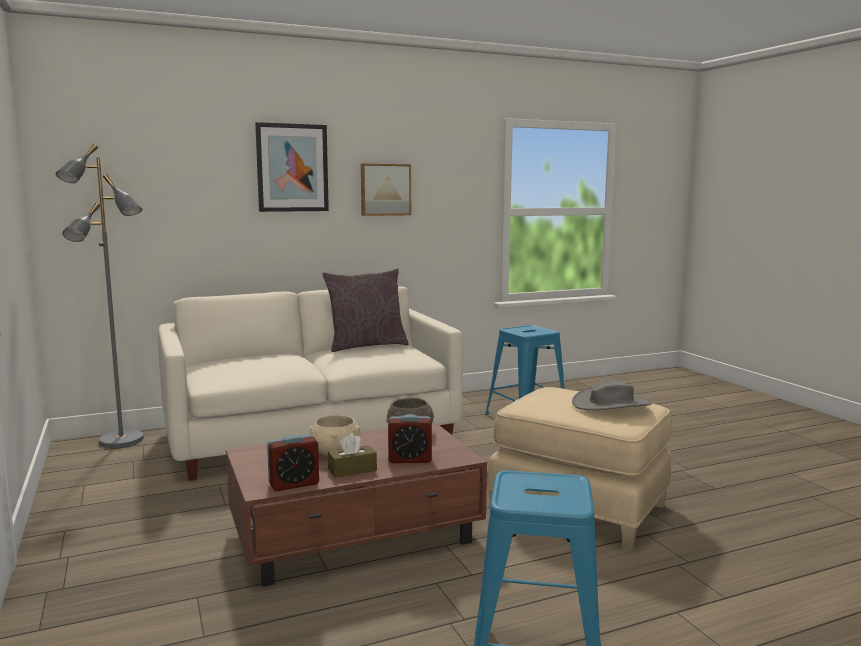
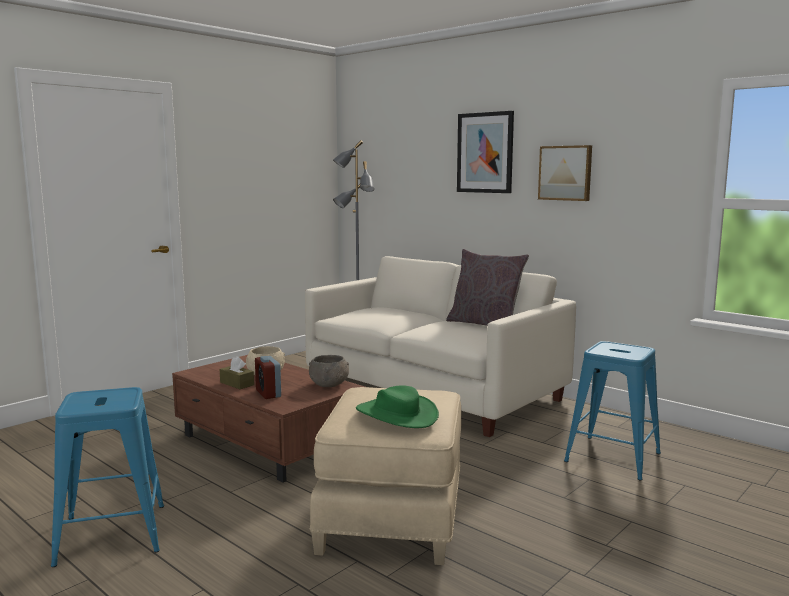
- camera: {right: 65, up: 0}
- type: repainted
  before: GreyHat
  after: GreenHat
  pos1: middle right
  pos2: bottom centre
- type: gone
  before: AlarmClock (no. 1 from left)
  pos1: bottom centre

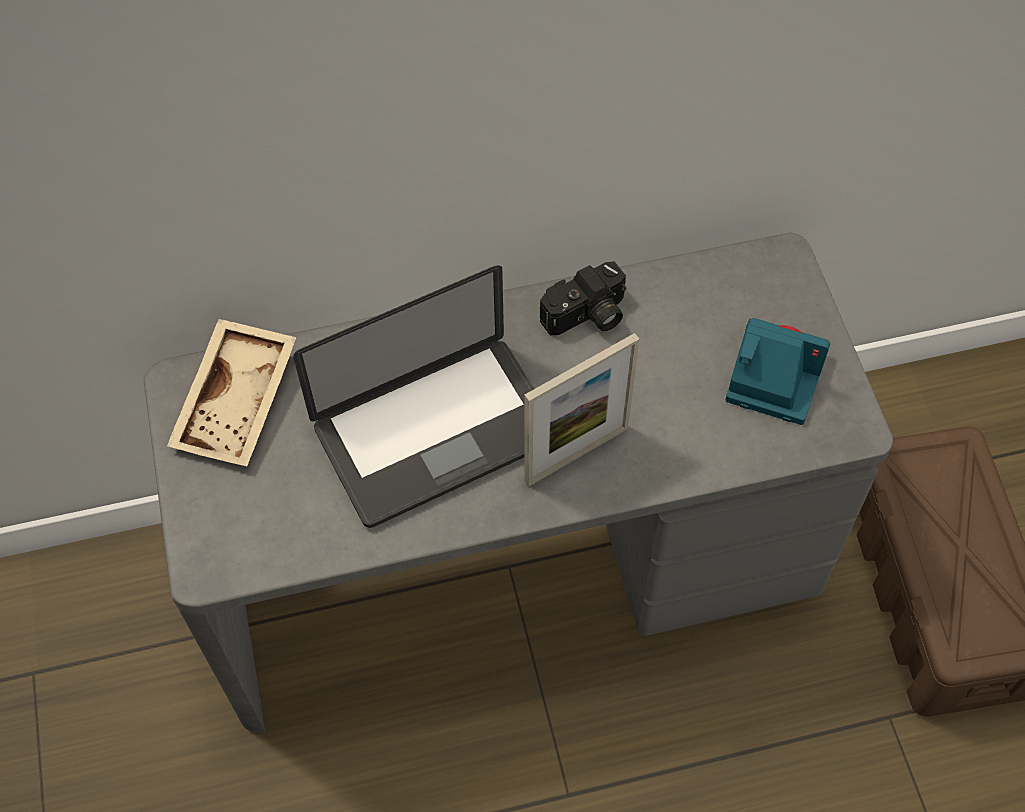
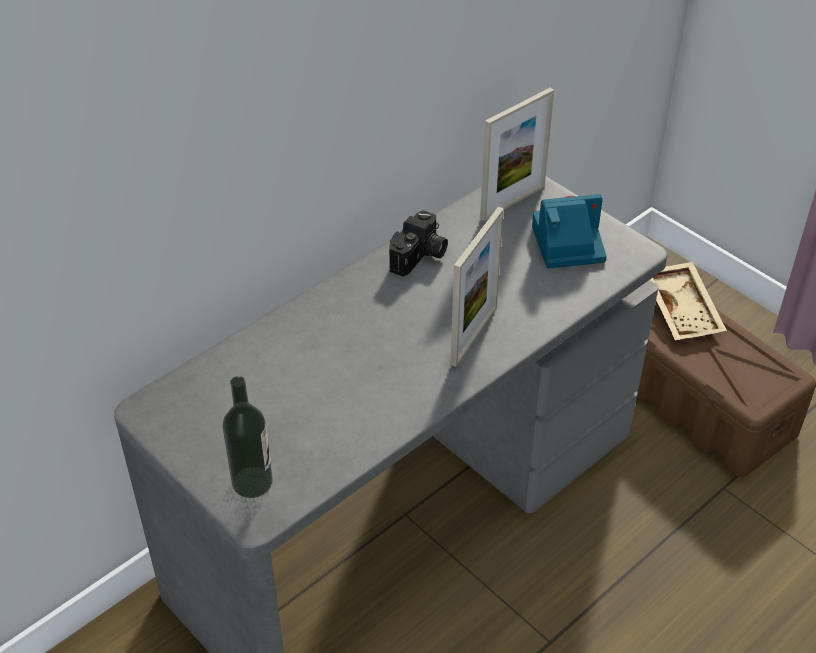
- camera: {right: -30, up: -15}
- type: gone
  before: Laptop
  pos1: centre
- type: shifted
  before: BeigeTray
  pos1: middle left
  pos2: middle right
- type: new
  after: PictureFrame (no. 2 from left)
  pos2: top centre
- type: new
  after: Bottle
  pos2: bottom left

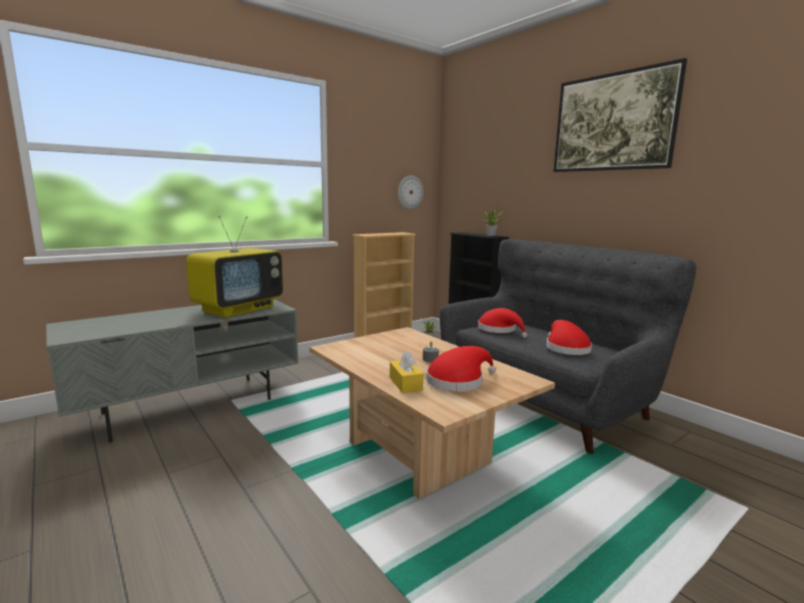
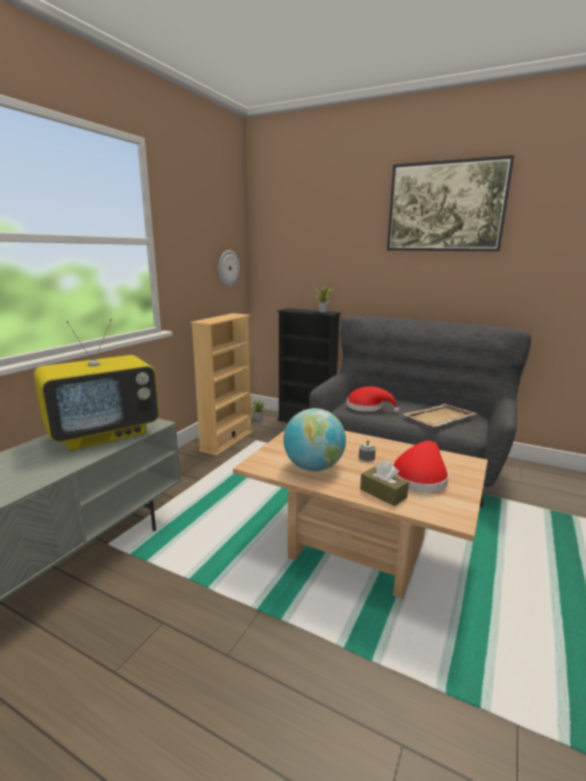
- camera: {right: -25, up: 5}
- type: rotated
  before: Television
  pos1: middle left
  pos2: middle left
  turn: 45
- type: swapped
  before: RedHat (no. 3 from left)
  after: BeigeTray
  pos1: middle right
  pos2: middle right
- type: repainted
  before: YellowTissueBox
  after: BrownTissueBox
  pos1: centre
  pos2: centre
- type: new
  after: Globe
  pos2: centre

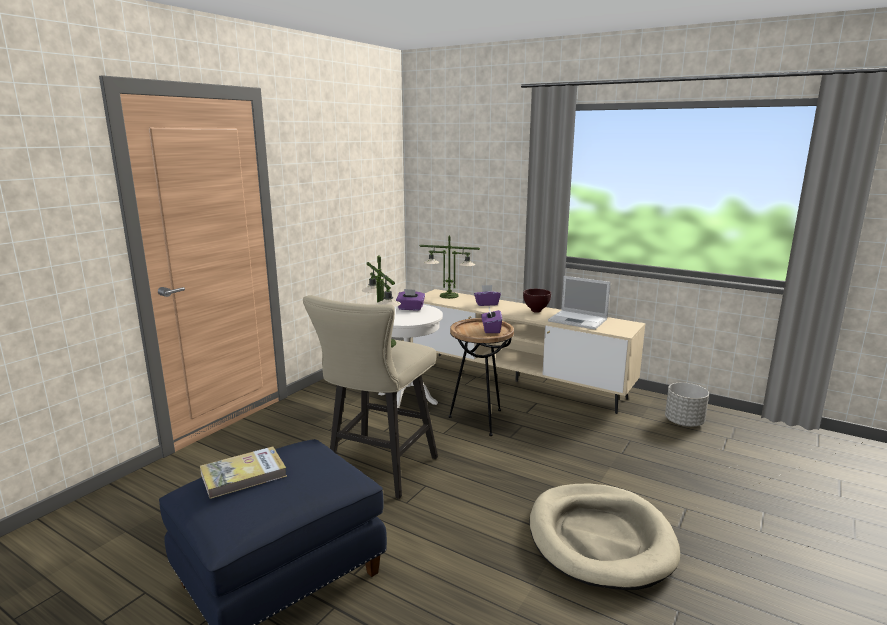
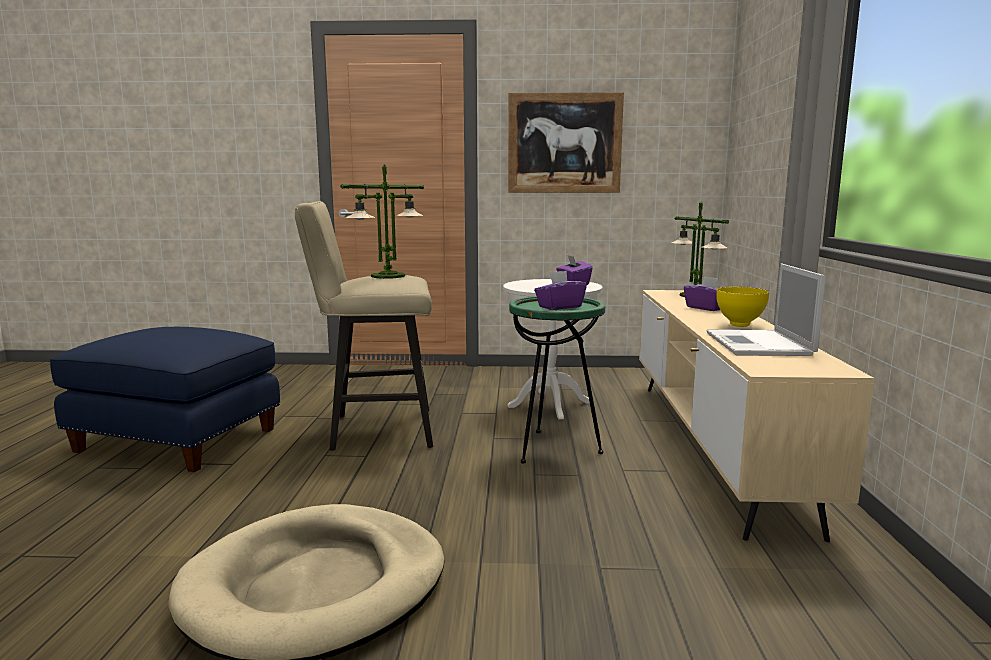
- camera: {right: 60, up: -5}
- type: repainted
  before: BrownBowl
  after: YellowBowl
  pos1: centre
  pos2: middle right
- type: repainted
  before: BrownSideTable
  after: GreenSideTable
  pos1: centre
  pos2: centre
- type: gone
  before: GreyPlanter
  pos1: middle right
- type: gone
  before: Book
  pos1: bottom left
- type: new
  after: Picture
  pos2: top centre

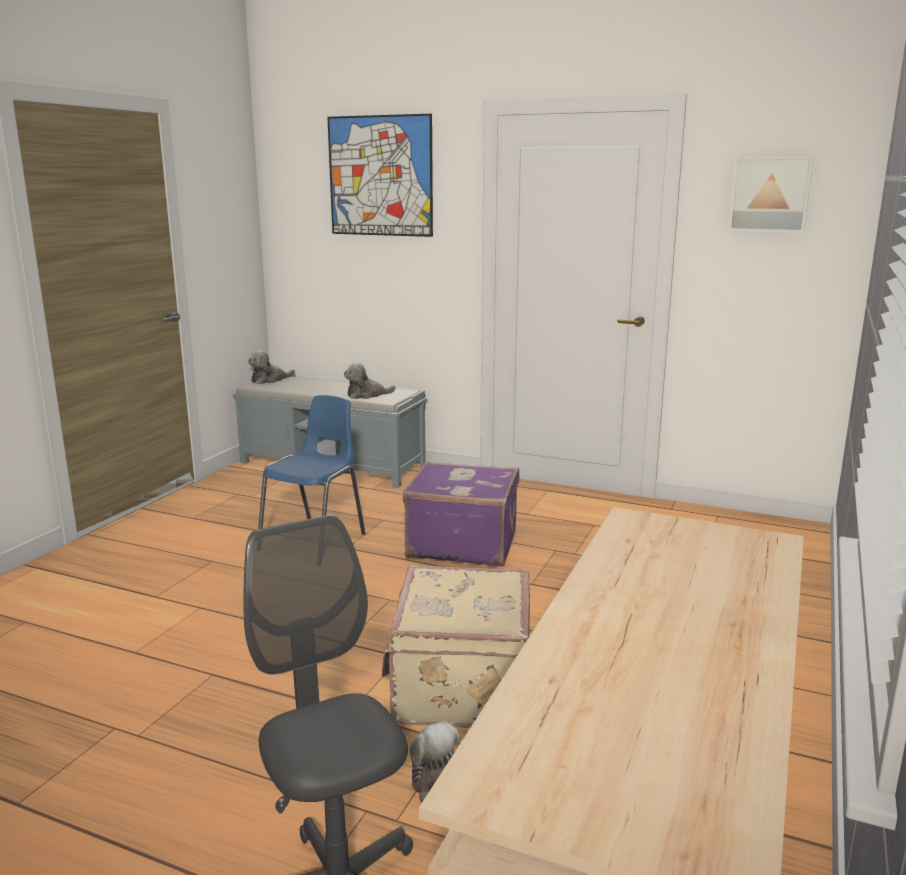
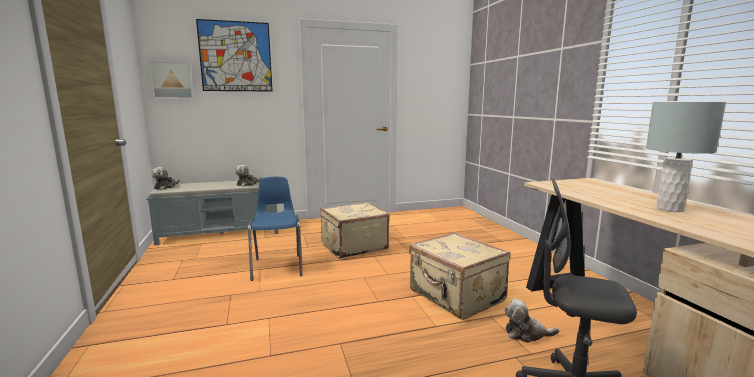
- camera: {right: -40, up: -5}
- type: shifted
  before: Picture (no. 2 from left in the first image)
  after: Picture (no. 1 from left)
  pos1: top right
  pos2: top left
- type: repainted
  before: PurpleSuitcase
  after: BeigeSuitcase (no. 1 from left)
  pos1: centre
  pos2: centre
- type: new
  after: GreyTableLamp
  pos2: middle right

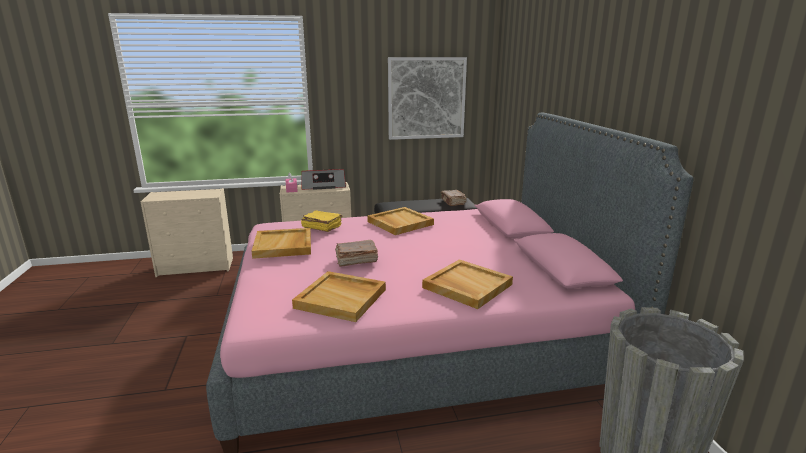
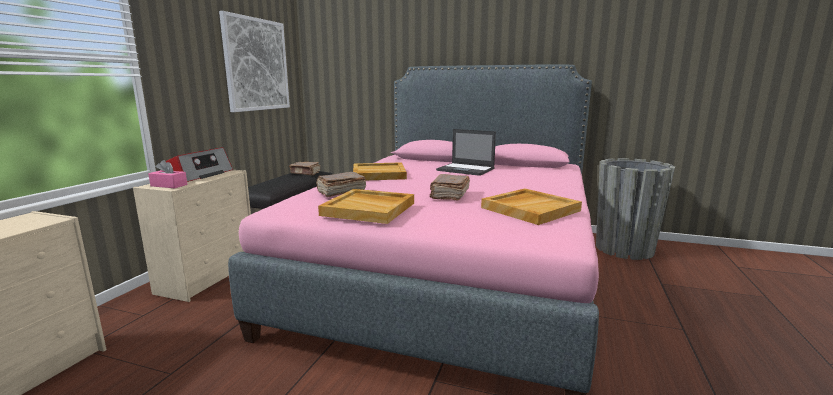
- camera: {right: -60, up: -5}
- type: repainted
  before: YellowBook
  after: BrownBook (no. 2 from left)
  pos1: centre
  pos2: centre
- type: gone
  before: BeigeTray (no. 4 from left)
  pos1: centre
- type: new
  after: Laptop
  pos2: centre

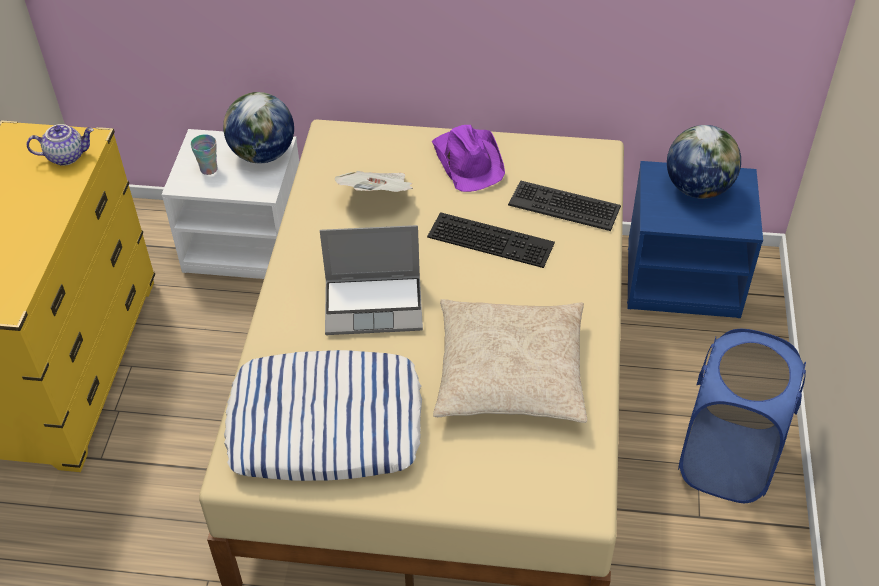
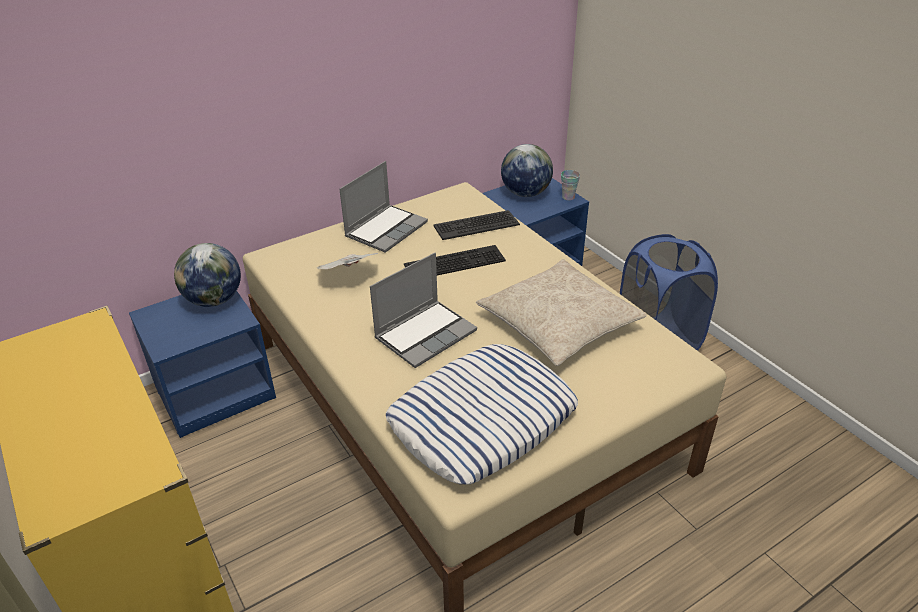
- camera: {right: -40, up: -10}
- type: gone
  before: Teapot
  pos1: top left
- type: swapped
  before: PurpleHat
  after: Laptop (no. 1 from left)
  pos1: top centre
  pos2: centre
- type: repainted
  before: WhiteNightstand
  after: BlueNightstand (no. 1 from left)
  pos1: middle left
  pos2: middle left
- type: shifted
  before: Cup
  pos1: top left
  pos2: top centre

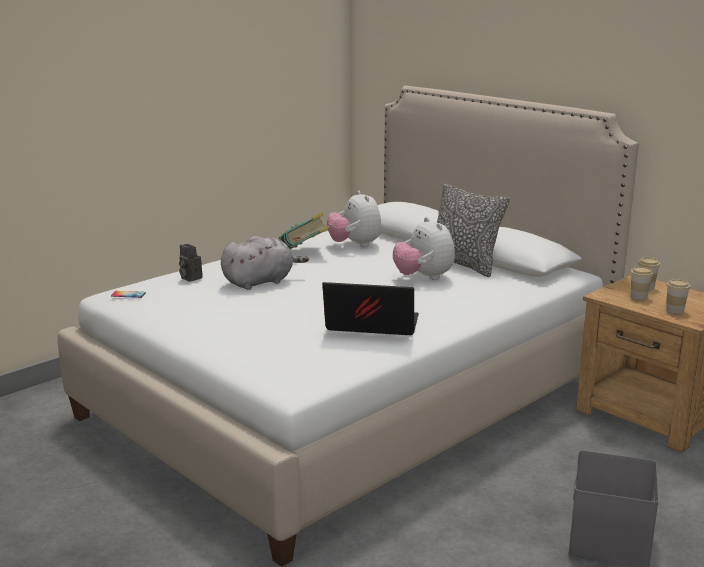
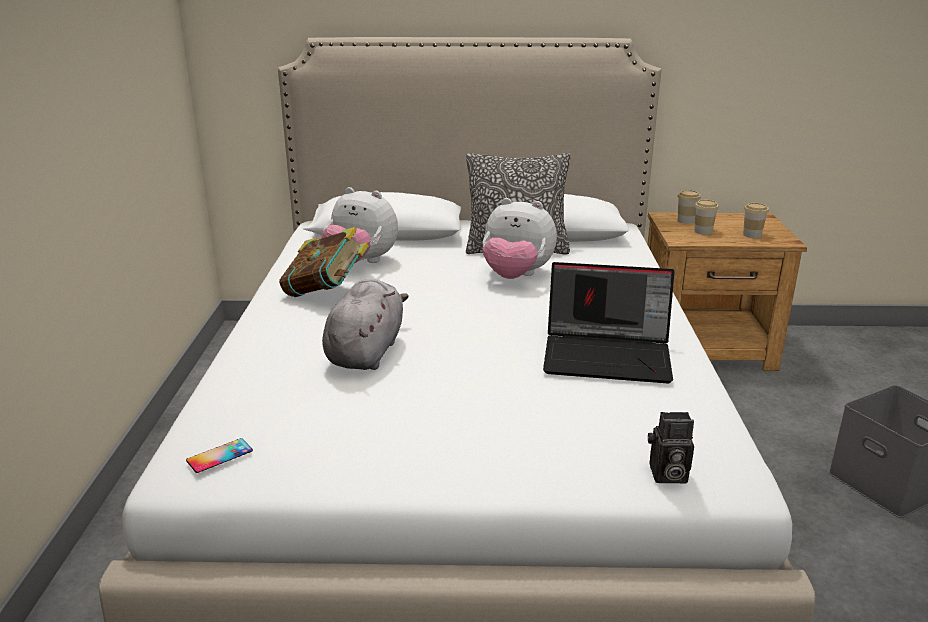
- camera: {right: -45, up: 5}
- type: shifted
  before: PhotoCamera
  pos1: middle left
  pos2: bottom right
- type: rotated
  before: Laptop
  pos1: centre
  pos2: centre
  turn: -135

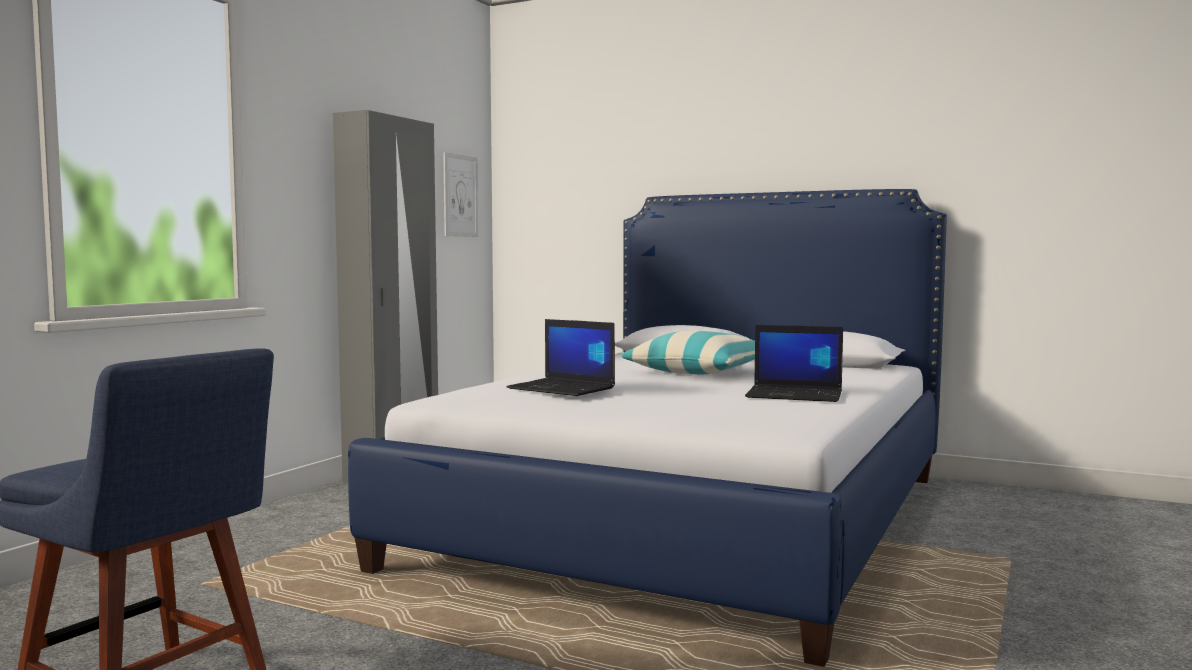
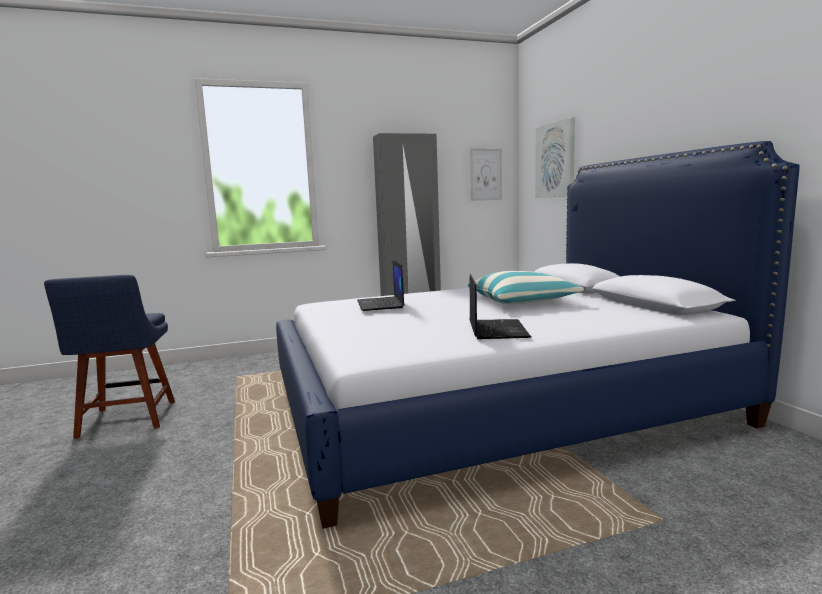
- camera: {right: 45, up: 5}
- type: rotated
  before: Laptop (no. 2 from left)
  pos1: centre
  pos2: centre
  turn: -150
- type: new
  after: Picture (no. 2 from left)
  pos2: top right

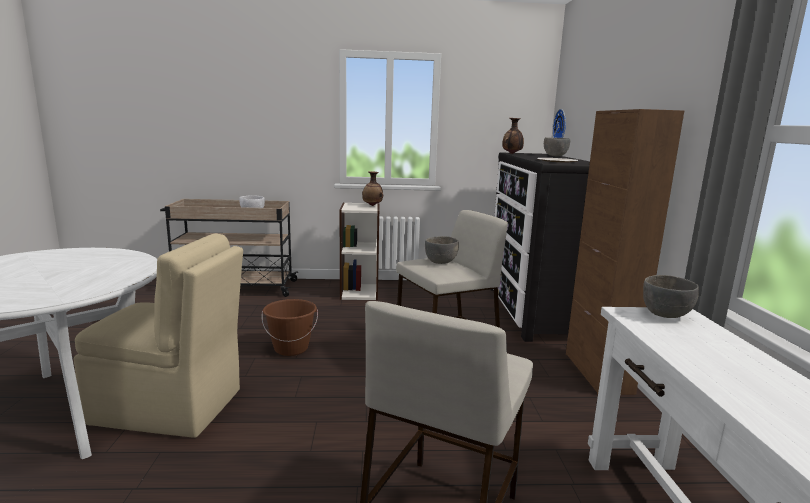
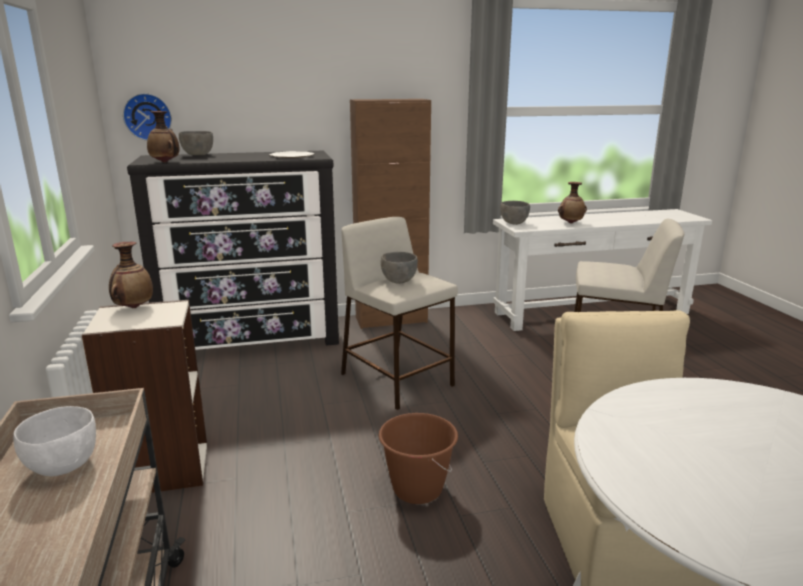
- camera: {right: -100, up: 5}
- type: new
  after: Vase (no. 3 from left)
  pos2: middle right

